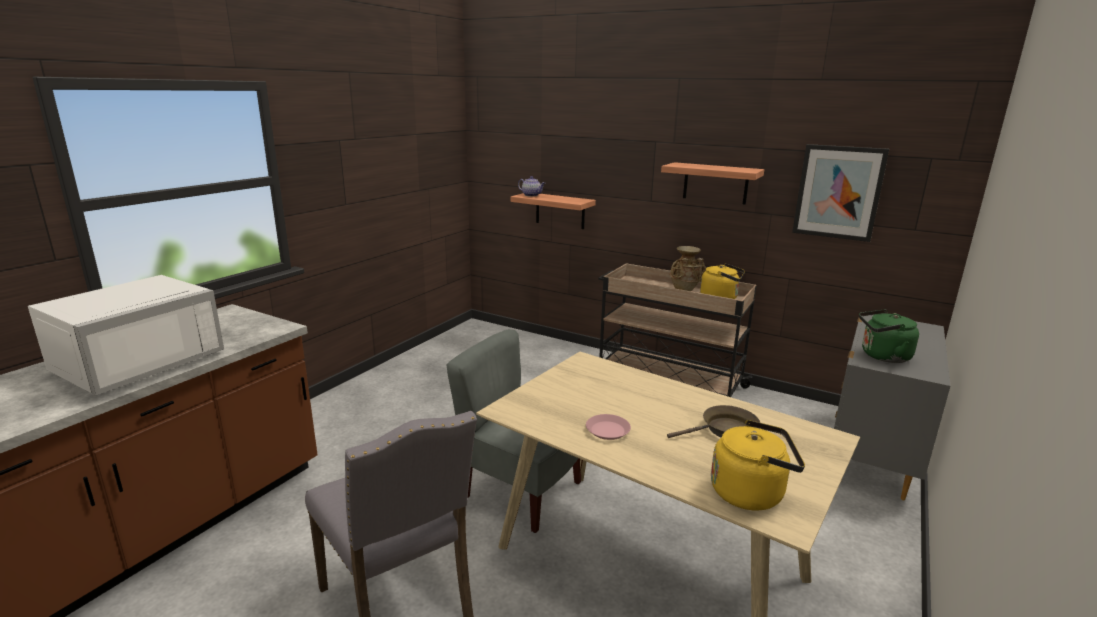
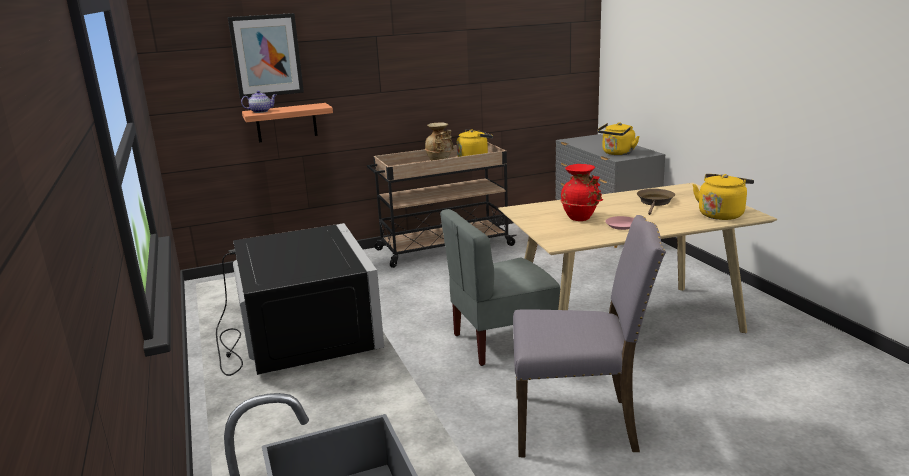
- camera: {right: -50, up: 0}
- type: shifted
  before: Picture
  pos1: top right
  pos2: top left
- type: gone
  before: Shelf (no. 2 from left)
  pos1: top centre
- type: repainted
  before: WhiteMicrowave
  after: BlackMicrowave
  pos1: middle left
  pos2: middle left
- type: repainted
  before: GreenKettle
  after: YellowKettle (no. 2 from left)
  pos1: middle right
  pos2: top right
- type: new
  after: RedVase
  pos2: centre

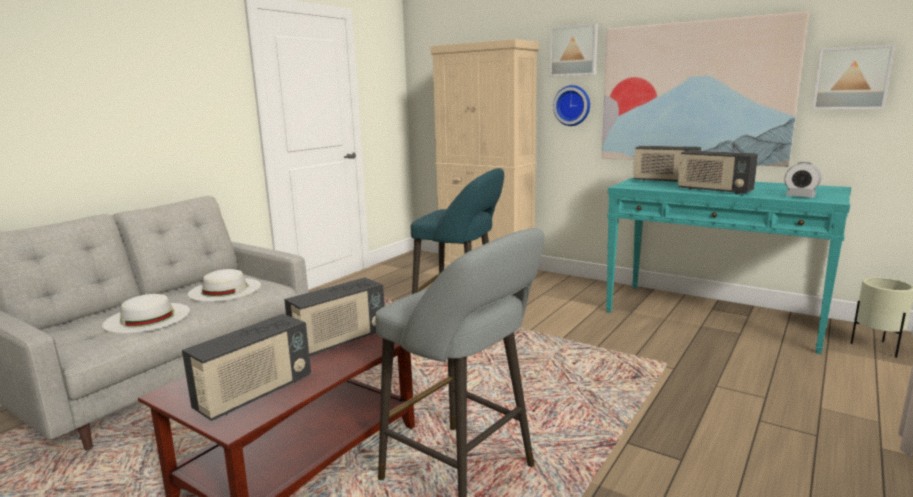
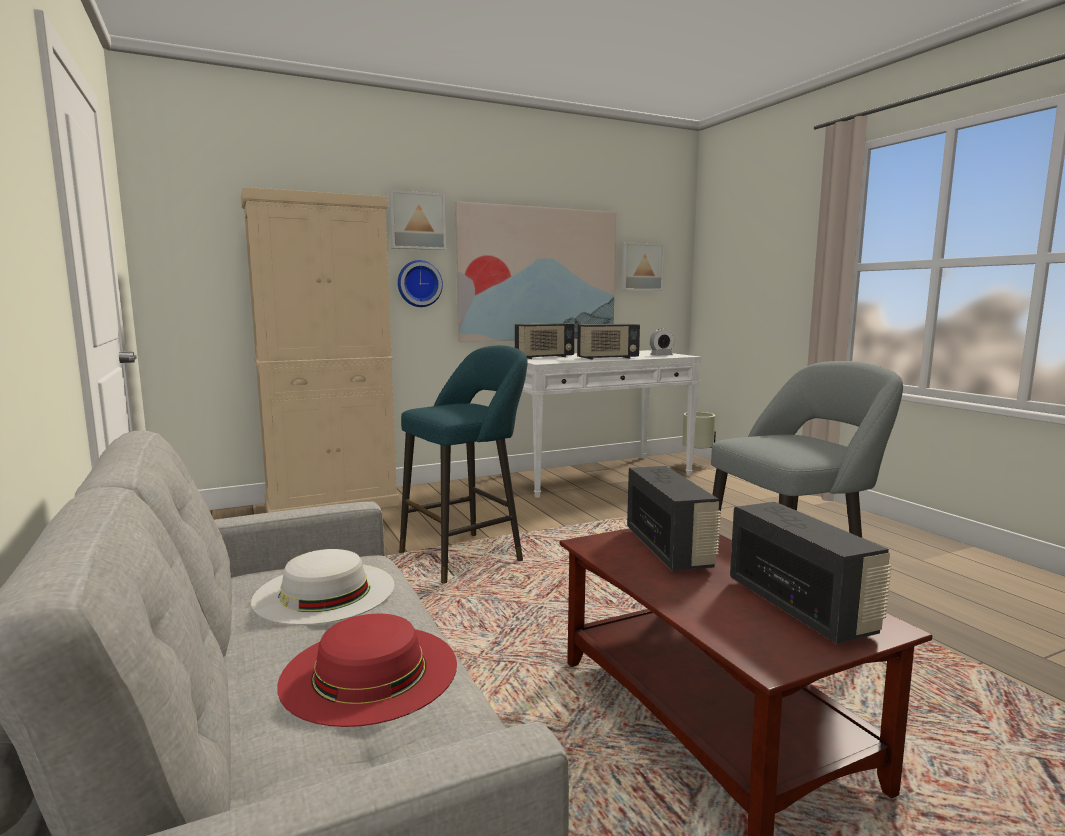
- camera: {right: -60, up: -5}
- type: repainted
  before: TurquoiseConsoleTable
  after: WhiteConsoleTable
  pos1: middle right
  pos2: centre
- type: repainted
  before: WhiteHat (no. 1 from left)
  after: RedHat
  pos1: middle left
  pos2: bottom centre

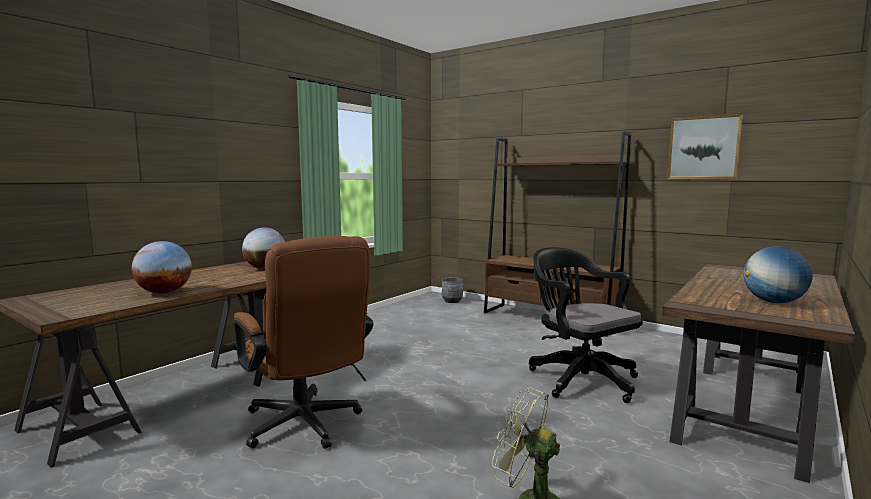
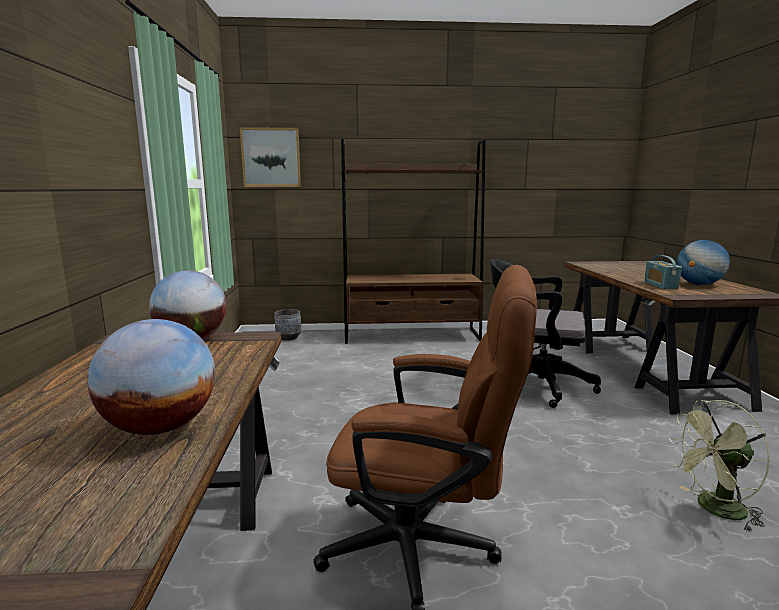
- camera: {right: -40, up: 5}
- type: shifted
  before: Picture
  pos1: top right
  pos2: top centre
- type: new
  after: Radio
  pos2: middle right

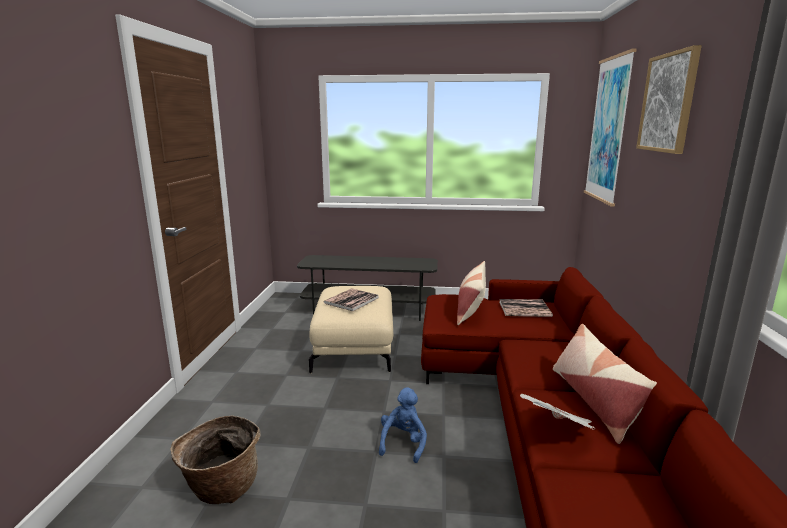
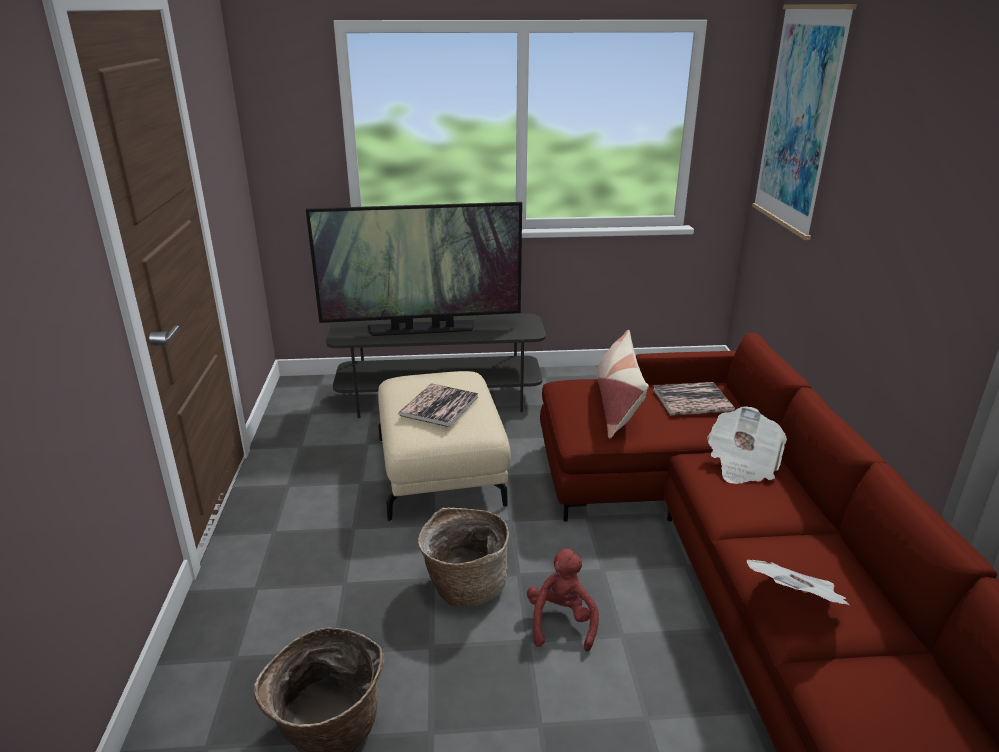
- camera: {right: -10, up: 10}
- type: gone
  before: Picture (no. 2 from left)
  pos1: top right
- type: gone
  before: Pillow (no. 2 from left)
  pos1: bottom right
- type: repainted
  before: BluePlushToy
  after: RedPlushToy
  pos1: bottom centre
  pos2: bottom centre
- type: new
  after: Television
  pos2: centre
- type: new
  after: Newspaper (no. 1 from left)
  pos2: middle right
- type: new
  after: Basket (no. 2 from left)
  pos2: bottom centre

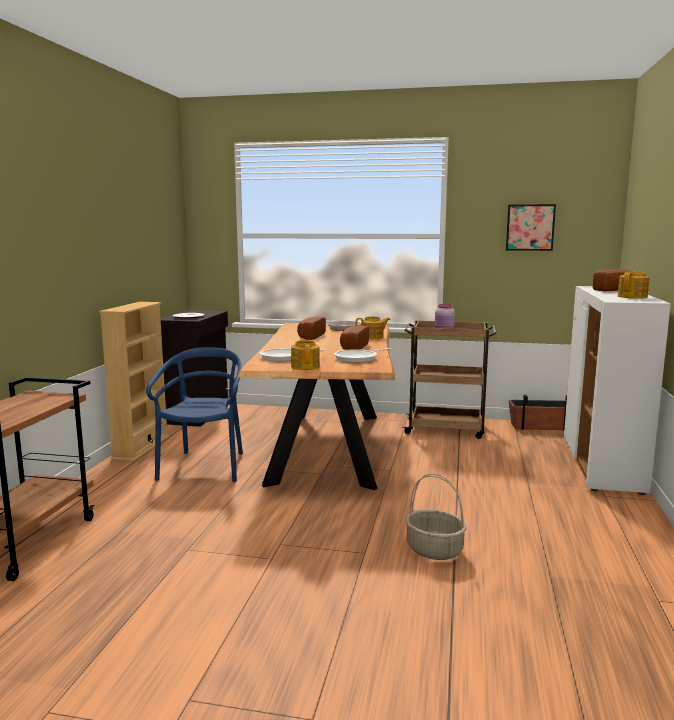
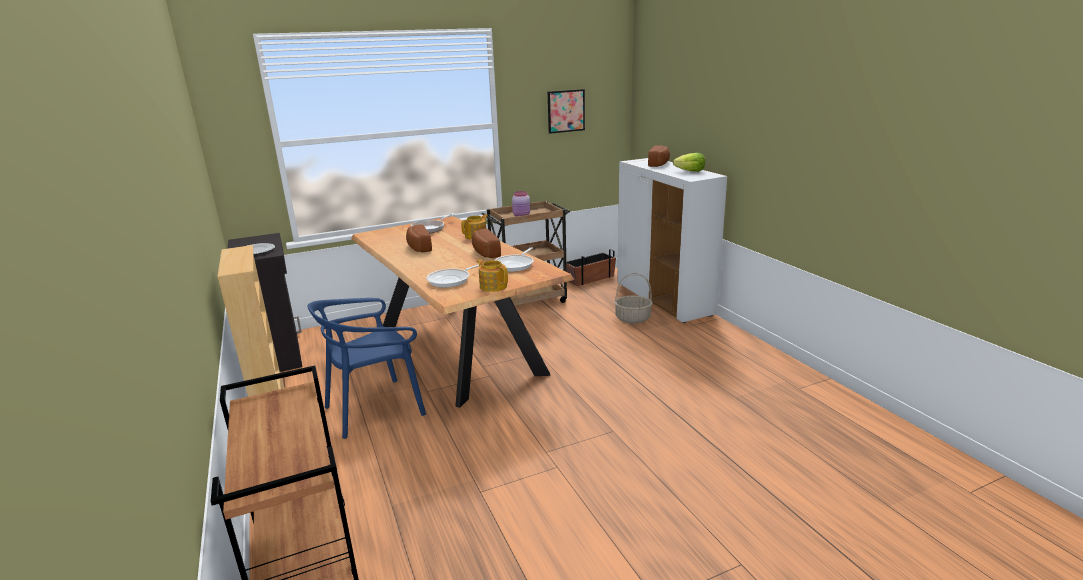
- camera: {right: -35, up: 10}
- type: swapped
  before: Teapot (no. 3 from left)
  after: Lettuce
  pos1: middle right
  pos2: top centre
- type: rotated
  before: BlueChair
  pos1: middle left
  pos2: centre
  turn: -90
- type: shifted
  before: Basket
  pos1: bottom centre
  pos2: centre

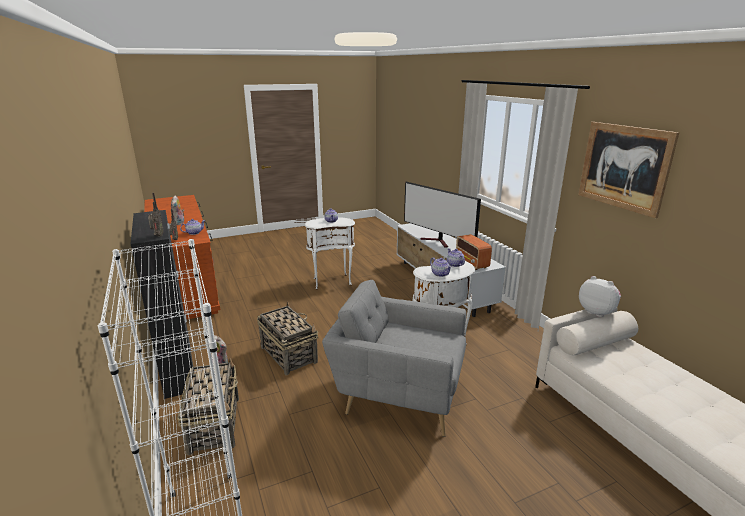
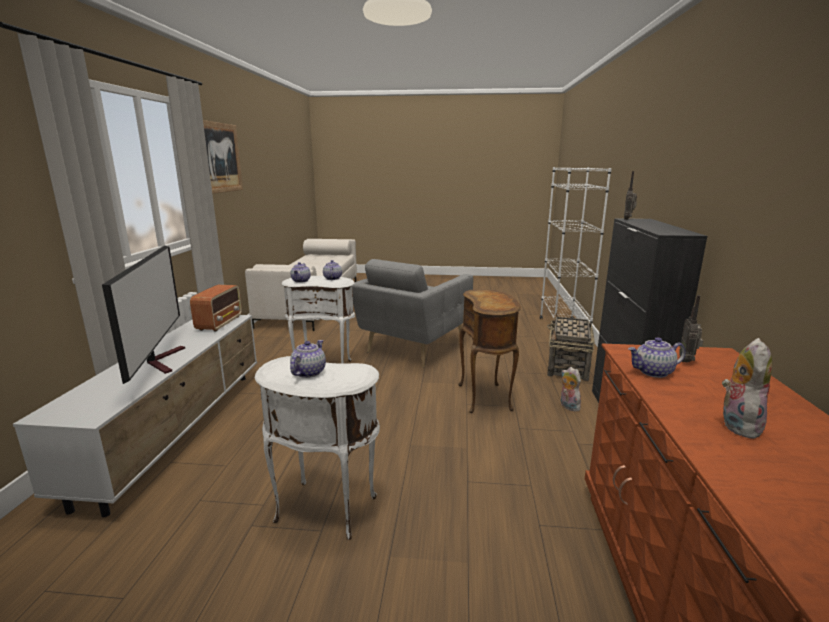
- camera: {right: -150, up: -5}
- type: gone
  before: PlushToy (no. 3 from left)
  pos1: middle right
- type: rotated
  before: GreyArmchair
  pos1: bottom centre
  pos2: centre
  turn: 75
- type: swapped
  before: Basket (no. 2 from left)
  after: BrownSideTable
  pos1: centre
  pos2: centre

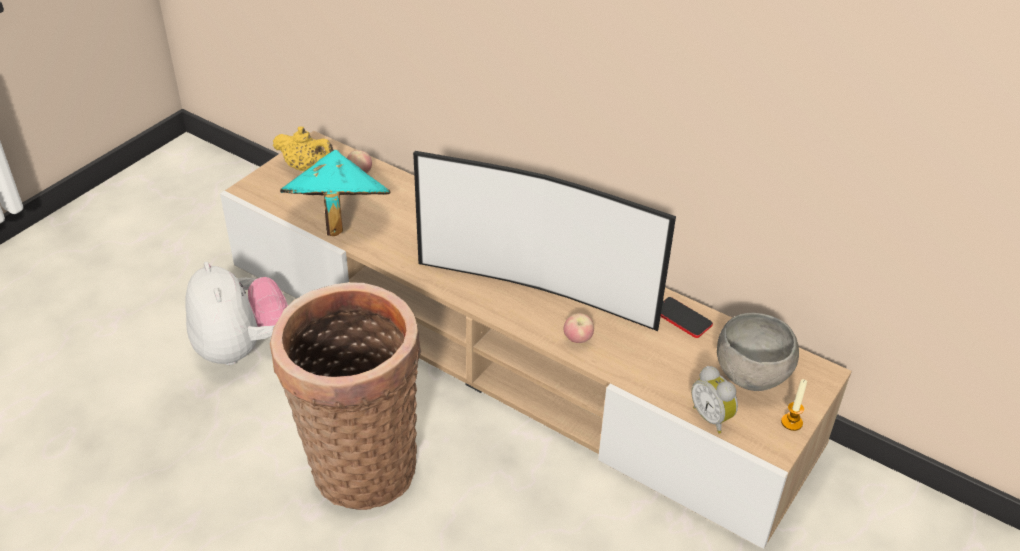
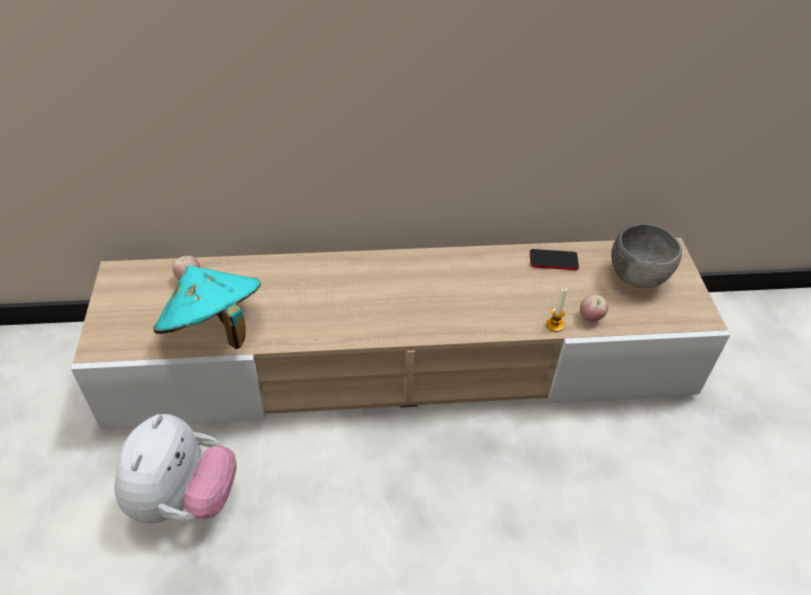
- camera: {right: -40, up: 5}
- type: gone
  before: YellowTeapot
  pos1: top left
- type: gone
  before: Television
  pos1: centre
- type: rotated
  before: PlushToy
  pos1: middle left
  pos2: bottom left
  turn: 75
- type: gone
  before: Basket
  pos1: bottom centre
- type: shifted
  before: Apple (no. 2 from left)
  pos1: centre
  pos2: middle right
- type: gone
  before: AlarmClock
  pos1: bottom right
- type: shifted
  before: Candle
  pos1: bottom right
  pos2: middle right

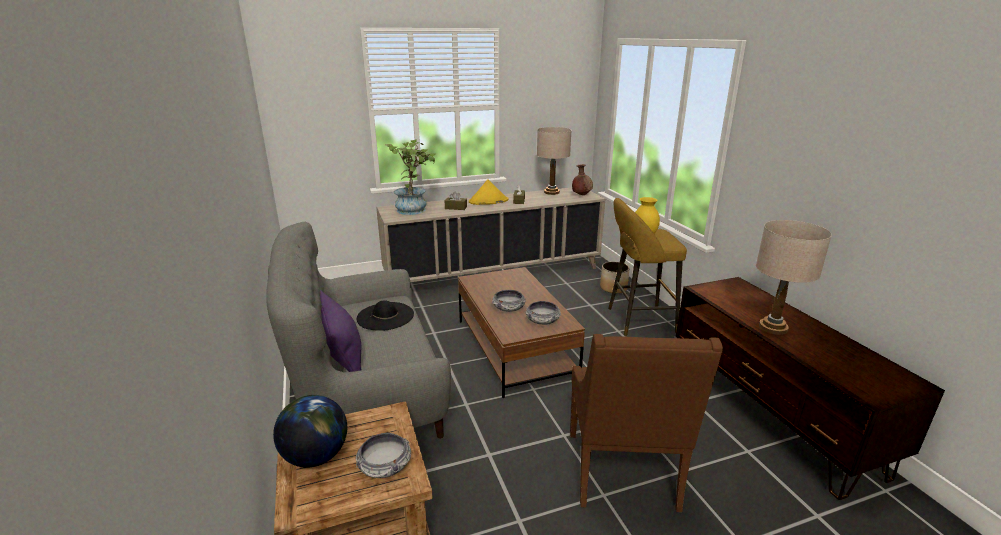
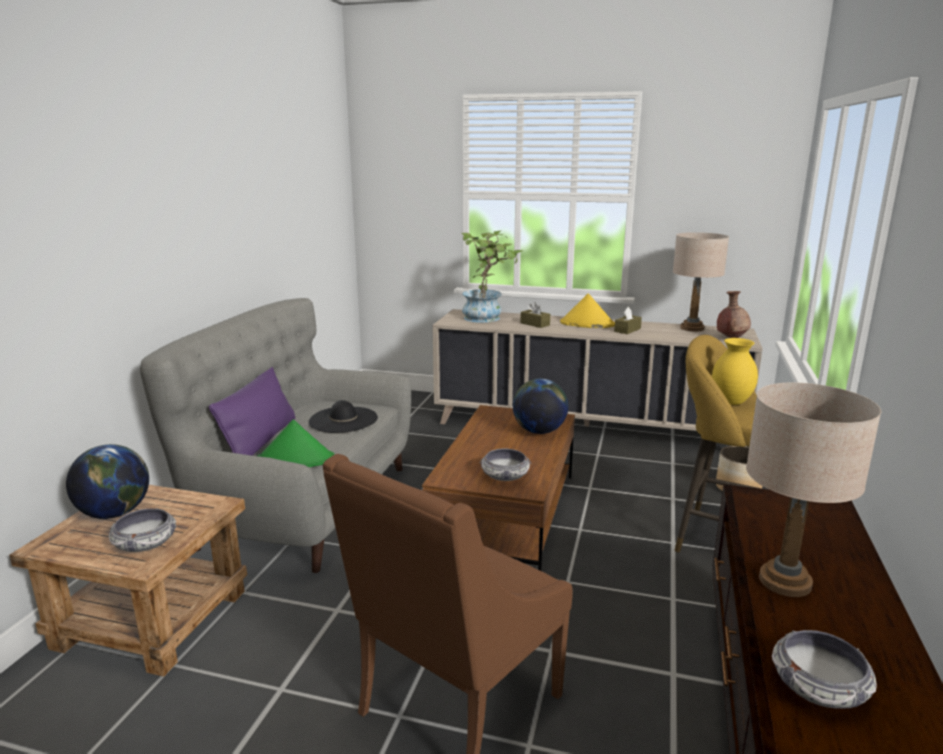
- camera: {right: 35, up: -5}
- type: shifted
  before: Bowl (no. 2 from left in the first image)
  after: Bowl (no. 3 from left)
  pos1: centre
  pos2: bottom right
- type: new
  after: Globe (no. 2 from left)
  pos2: centre
- type: new
  after: GreenHat
  pos2: middle left

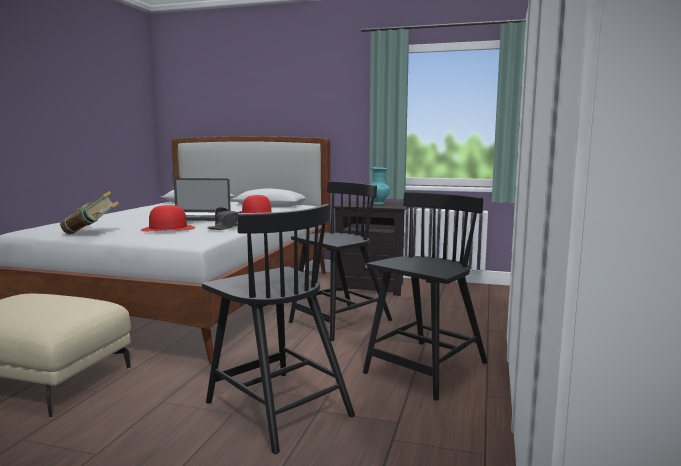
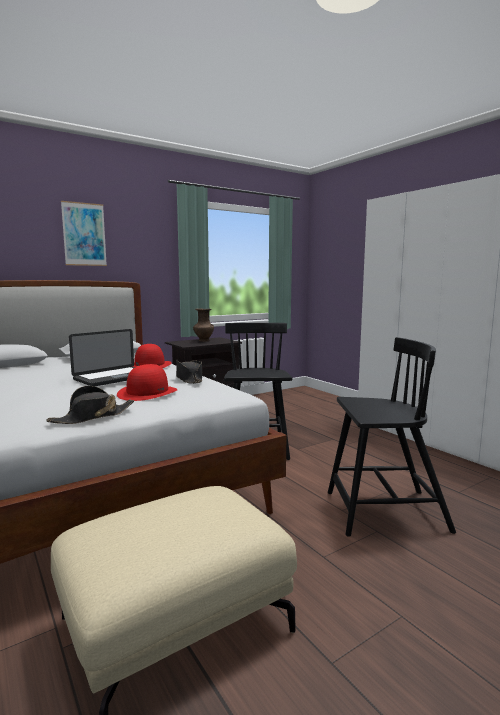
- camera: {right: -50, up: 0}
- type: repainted
  before: TurquoiseVase
  after: BrownVase
  pos1: centre
  pos2: centre
- type: swapped
  before: Book
  after: BlackHat (no. 1 from left)
  pos1: middle left
  pos2: middle left
- type: gone
  before: BlackChair (no. 3 from left)
  pos1: centre
- type: new
  after: Picture
  pos2: top left

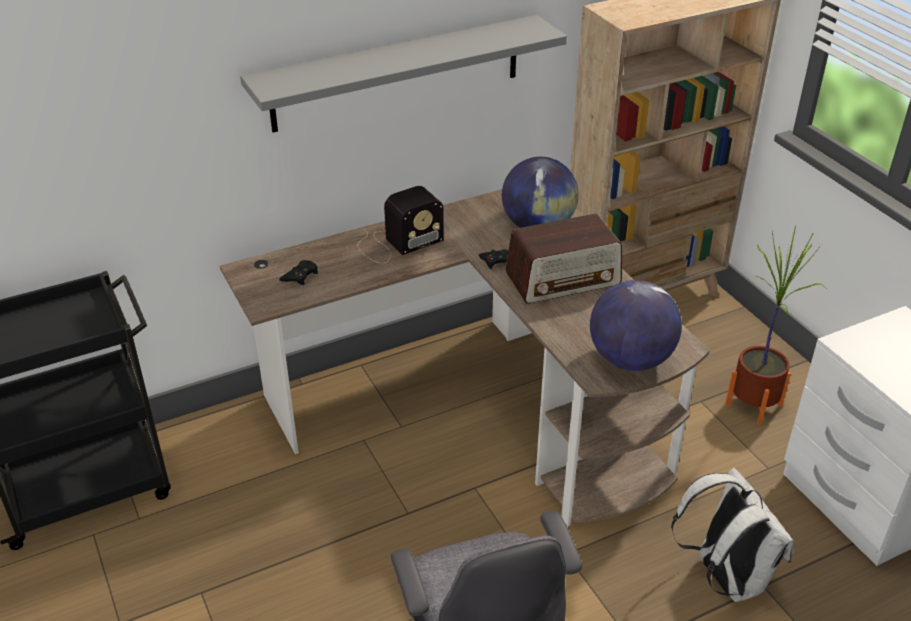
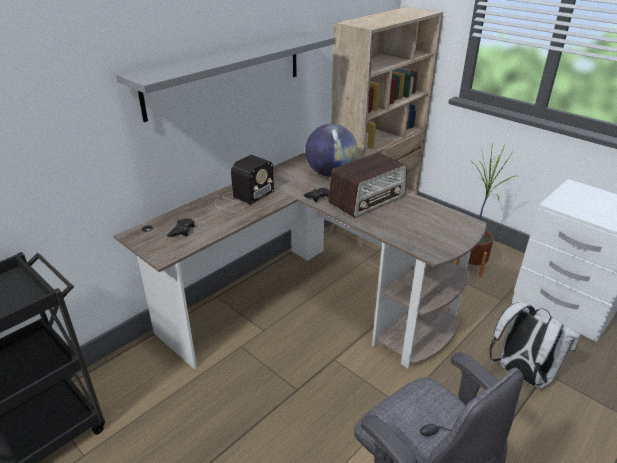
- camera: {right: -20, up: -5}
- type: gone
  before: Globe (no. 2 from left)
  pos1: middle right

